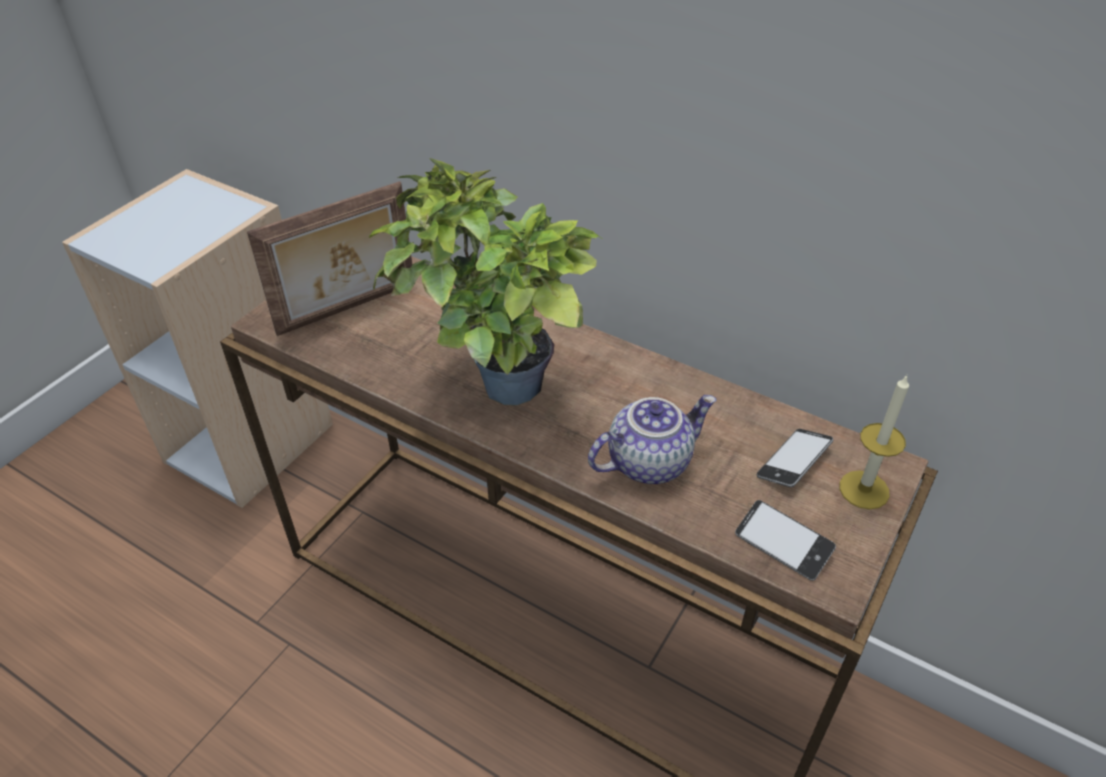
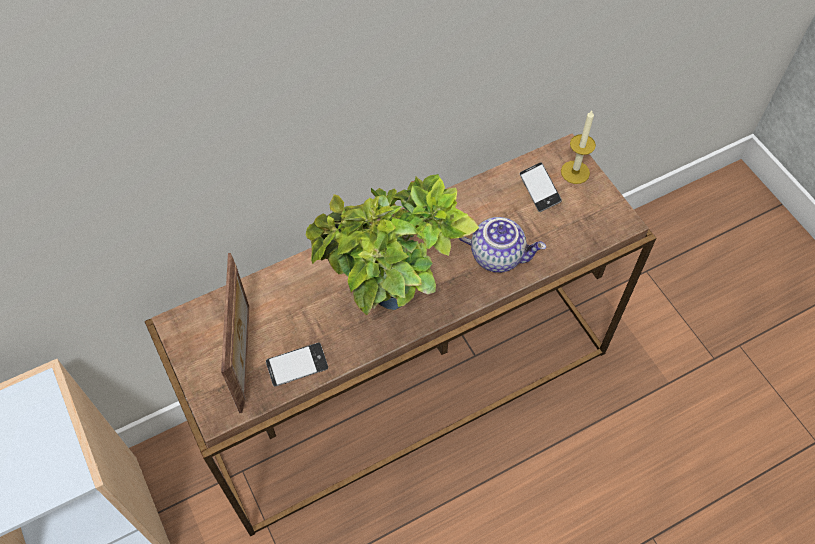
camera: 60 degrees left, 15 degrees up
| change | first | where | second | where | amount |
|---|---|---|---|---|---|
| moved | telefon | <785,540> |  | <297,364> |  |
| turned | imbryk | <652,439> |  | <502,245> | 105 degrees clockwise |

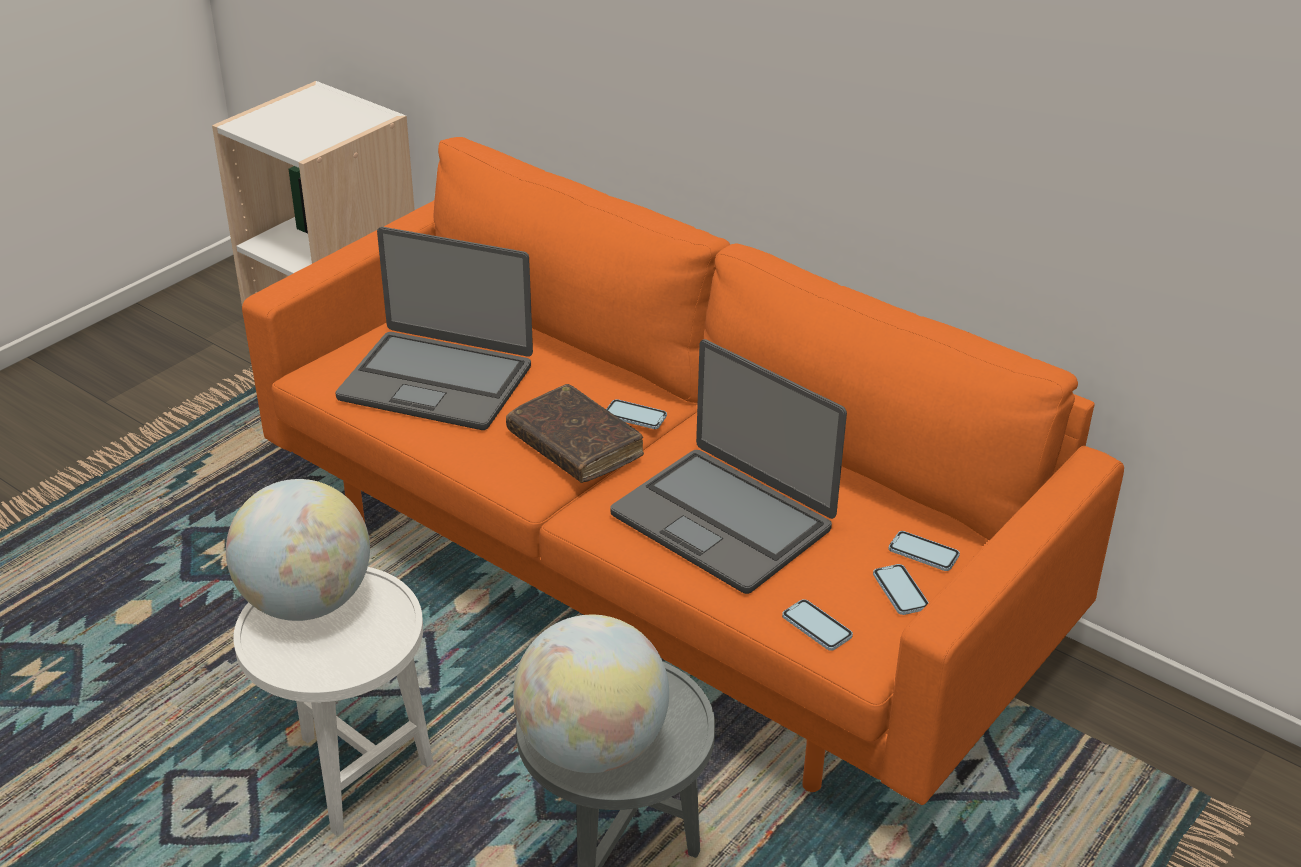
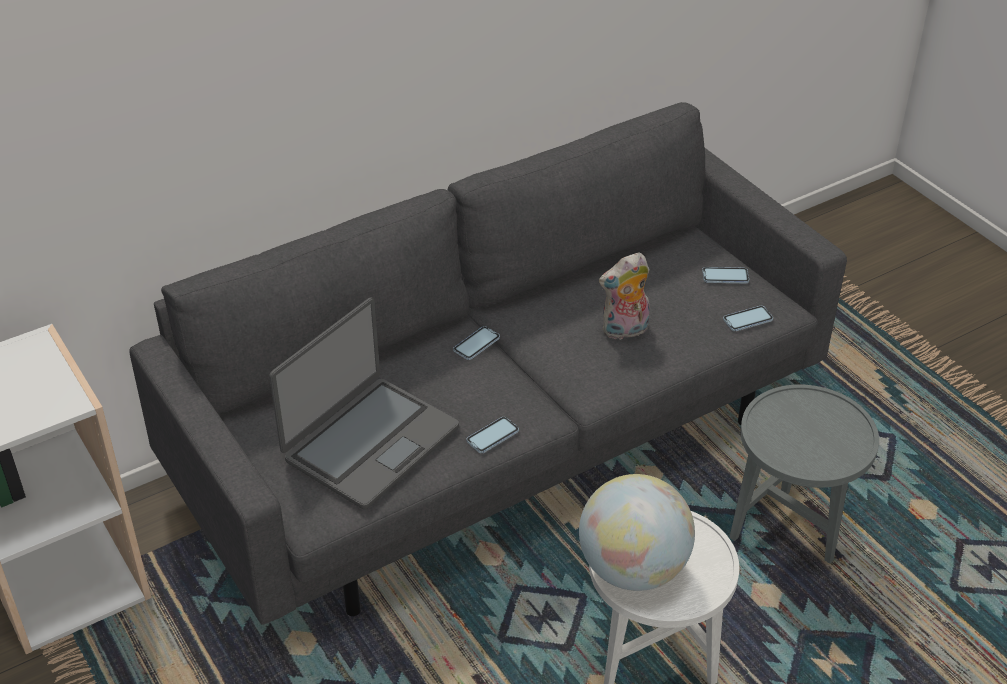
camera: 70 degrees left, 5 degrees up
| change | first | where | second | where | amount |
|---|---|---|---|---|---|
| recoloured | kanapa [pomarańczowy] | <683,471> | kanapa [szary] | <488,363> |  |
| moved | telefon | <924,551> |  | <492,435> |  |
| replaced | laptop | <729,466> | pluszak | <624,296> |  |
| removed | książka [brązowy] | <575,433> |  |  |  |
| removed | globus | <591,694> |  |  |  |

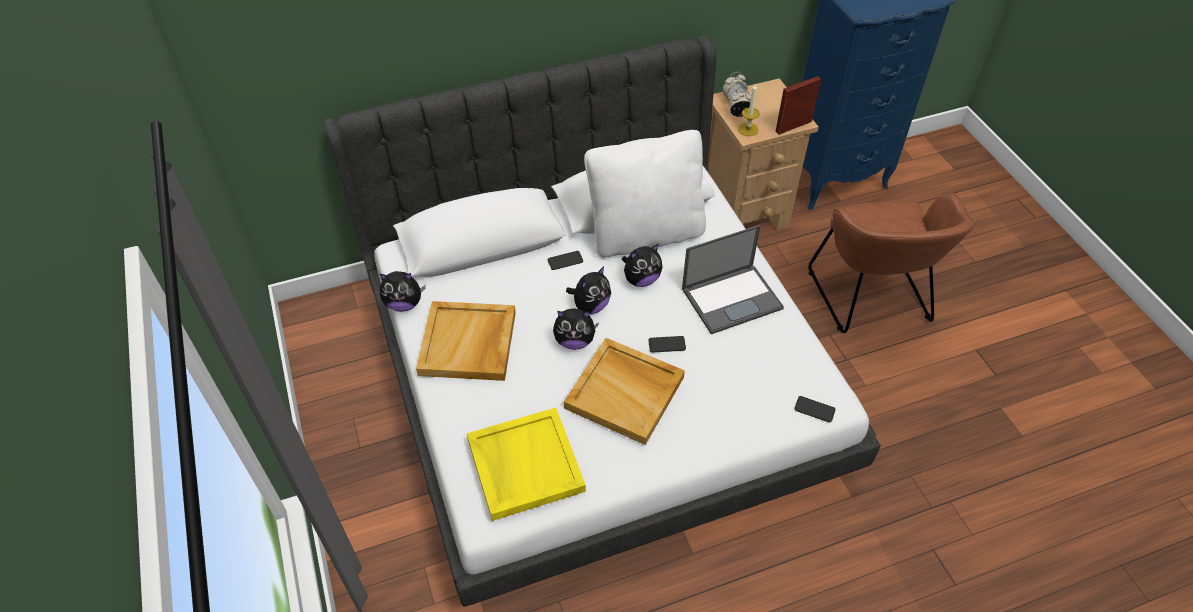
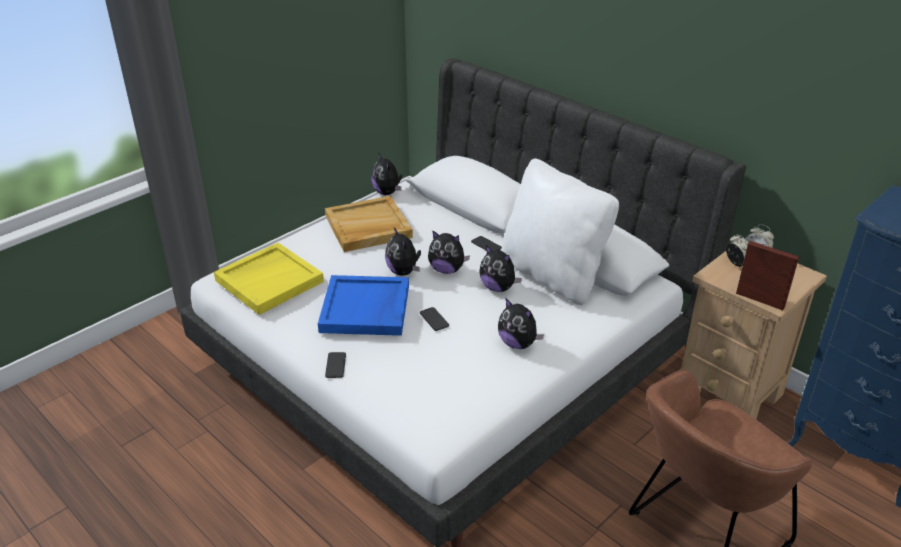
camera: 65 degrees right, 15 degrees down
| change | first | where | second | where | amount |
|---|---|---|---|---|---|
| recoloured | taca [beżowy] | <624,391> | taca [niebieski] | <363,305> |  |
| moved | telefon | <815,409> |  | <335,365> |  |
| replaced | laptop | <733,279> | pluszak | <521,324> |  |
| removed | świeca | <749,110> |  |  |  |

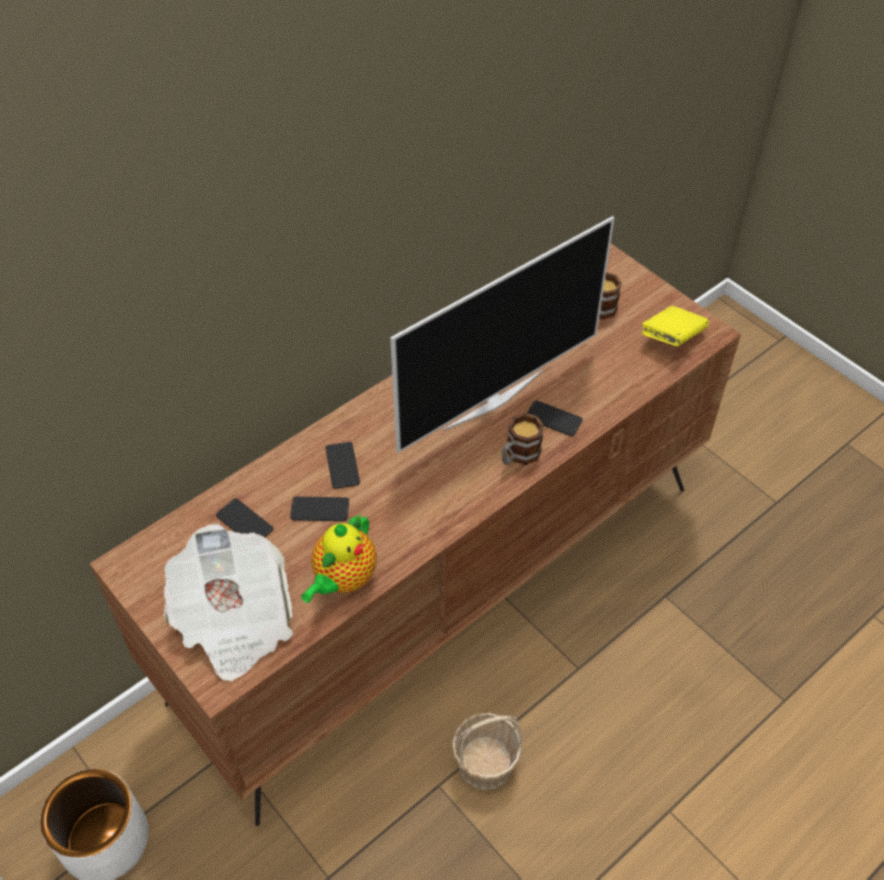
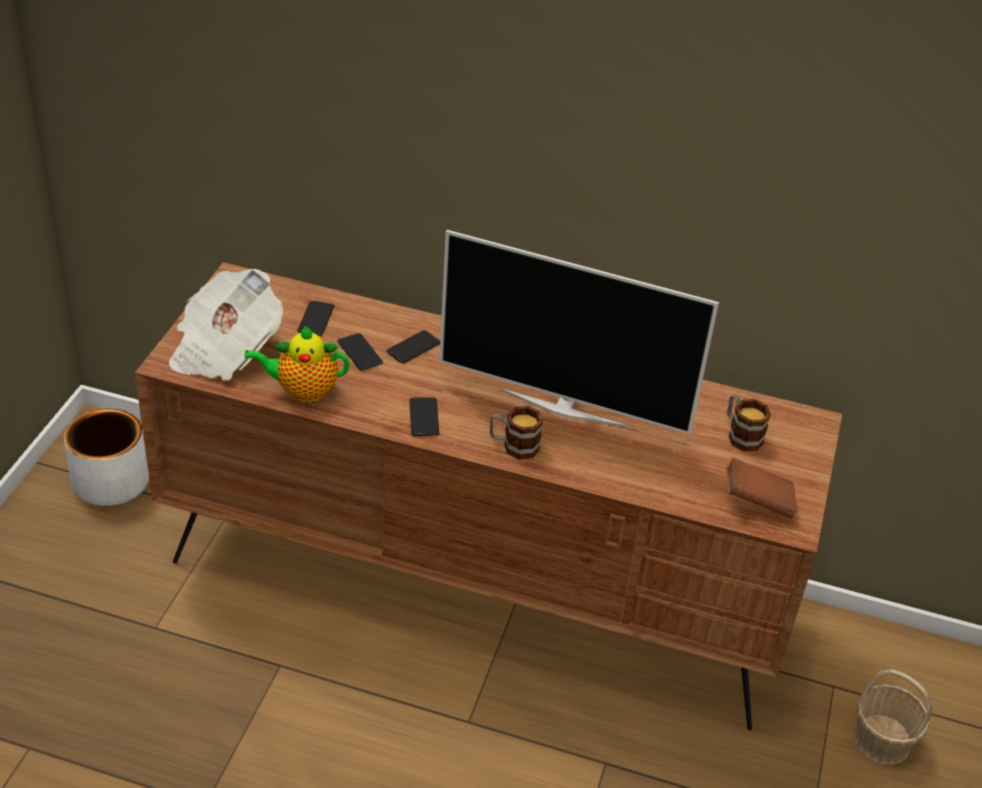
camera: 55 degrees right, 10 degrees down
| change | first | where | second | where | amount |
|---|---|---|---|---|---|
| moved | telefon | <555,418> |  | <424,416> |  |
| recoloured | książka [żółty] | <675,326> | książka [brązowy] | <761,487> |  |
| moved | koszyk | <487,751> |  | <893,717> |  |

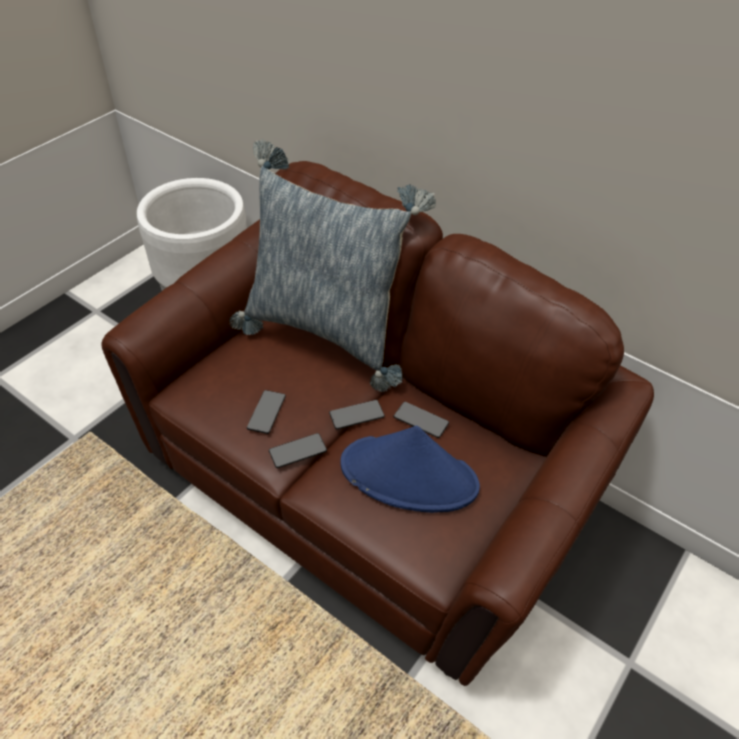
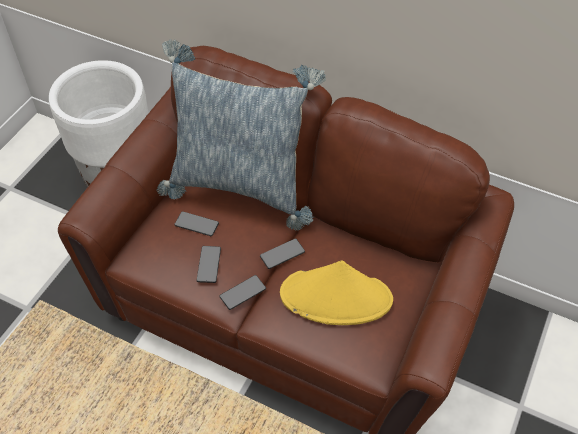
camera: 10 degrees left, 5 degrees up
| change | first | where | second | where | amount |
|---|---|---|---|---|---|
| moved | telefon | <421,420> |  | <196,223> |  |
| recoloured | kapelusz [niebieski] | <410,469> | kapelusz [żółty] | <336,292> |  |

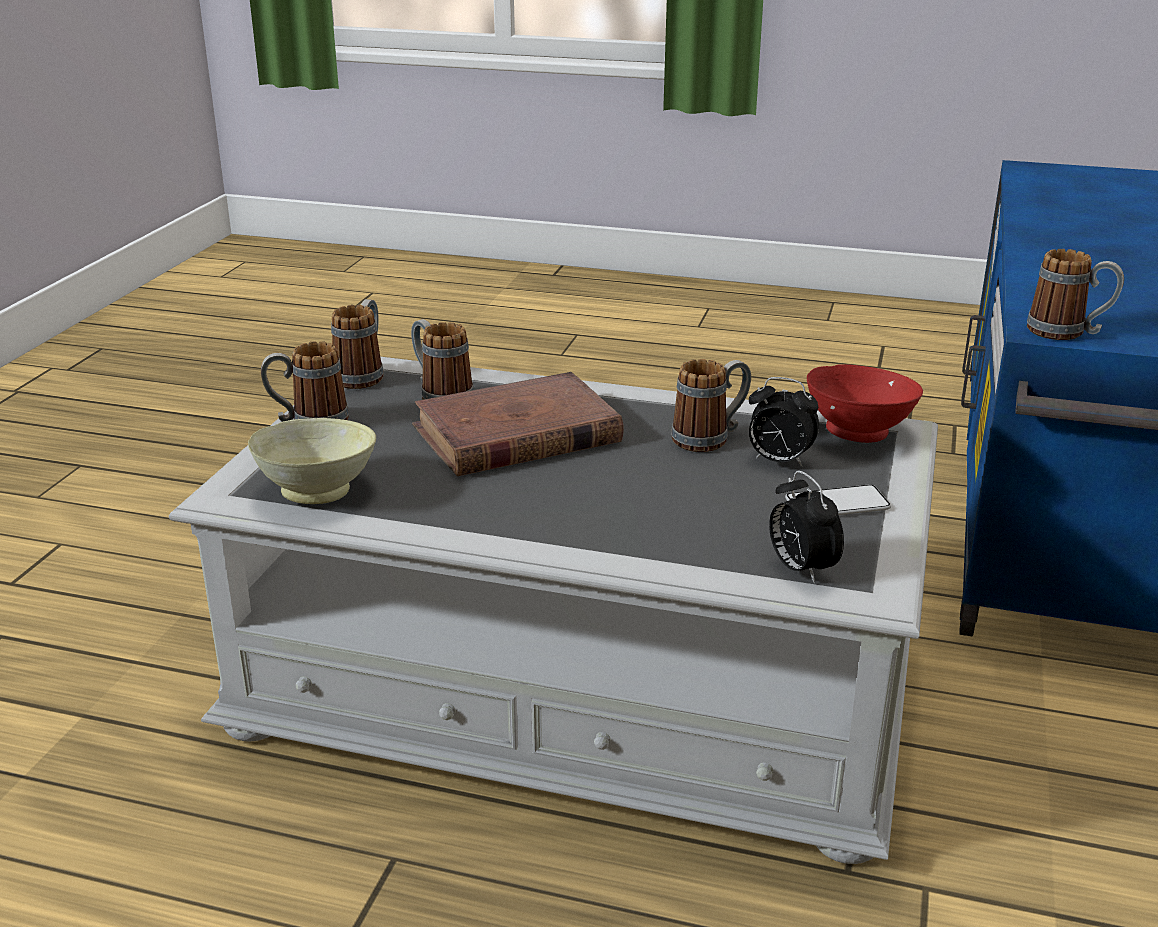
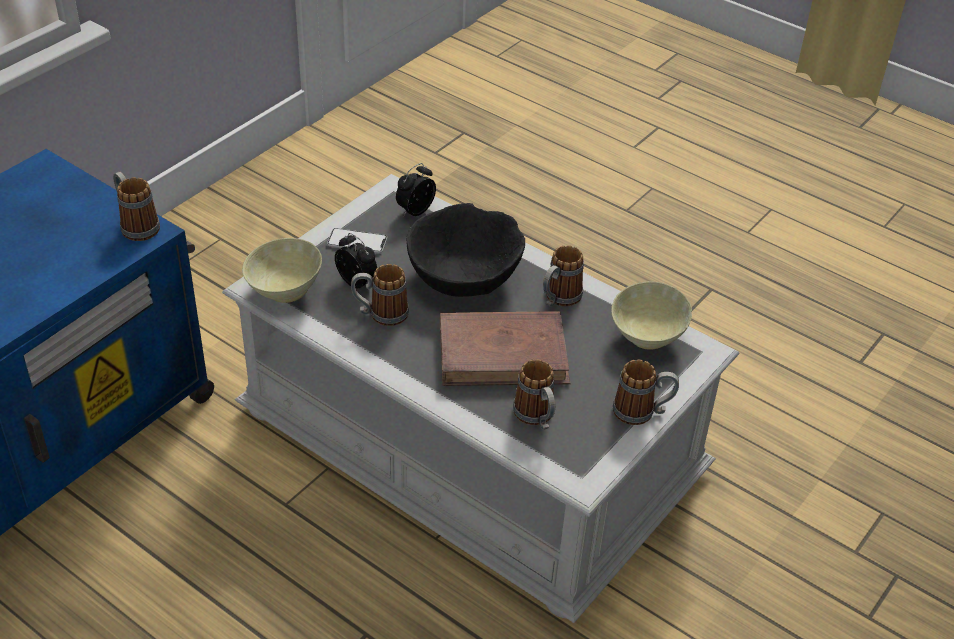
camera: 160 degrees left, 15 degrees up
| change | first | where | second | where | amount |
|---|---|---|---|---|---|
| recoloured | miska [czerwony] | <865,403> | miska [beżowy] | <282,270> |  |
| turned | budzik | <806,527> |  | <416,189> | 135 degrees counterclockwise |
| added |  |  | miska [czarny] | <465,250> |  |
| moved | kubek | <357,344> |  | <563,276> |  |

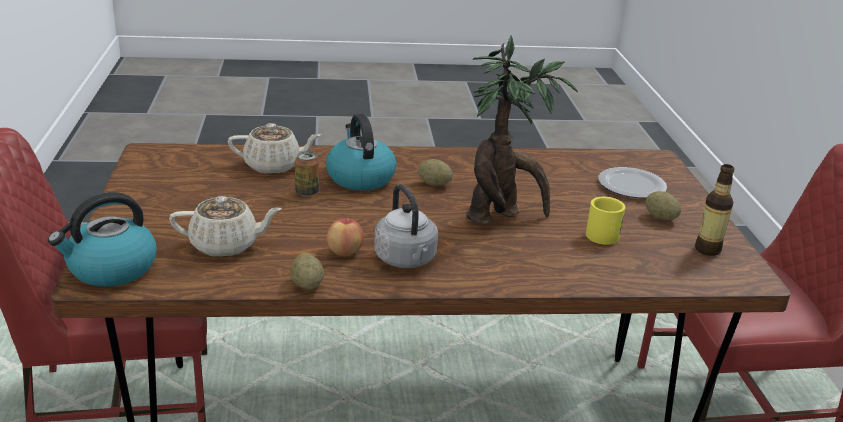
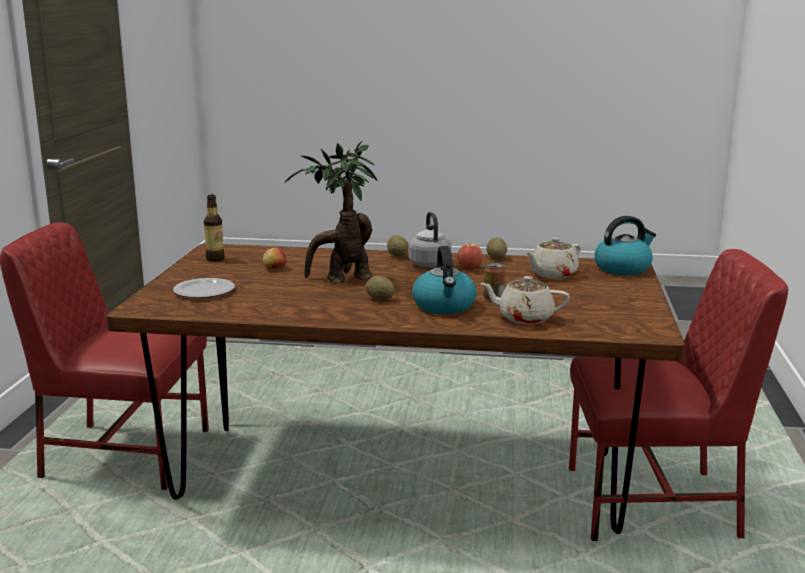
camera: 165 degrees left, 10 degrees down
| change | first | where | second | where | amount |
|---|---|---|---|---|---|
| replaced | kubek [żółty] | <606,221> | jabłko | <274,258> |  |
| moved | ziemniak | <663,205> |  | <398,246> |  |
| turned | imbryk [beżowy] | <225,226> |  | <553,258> | 45 degrees counterclockwise |

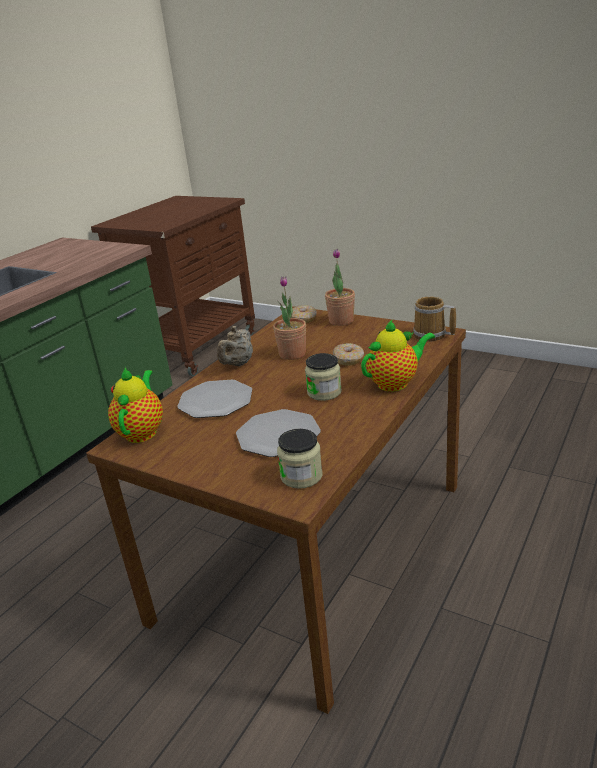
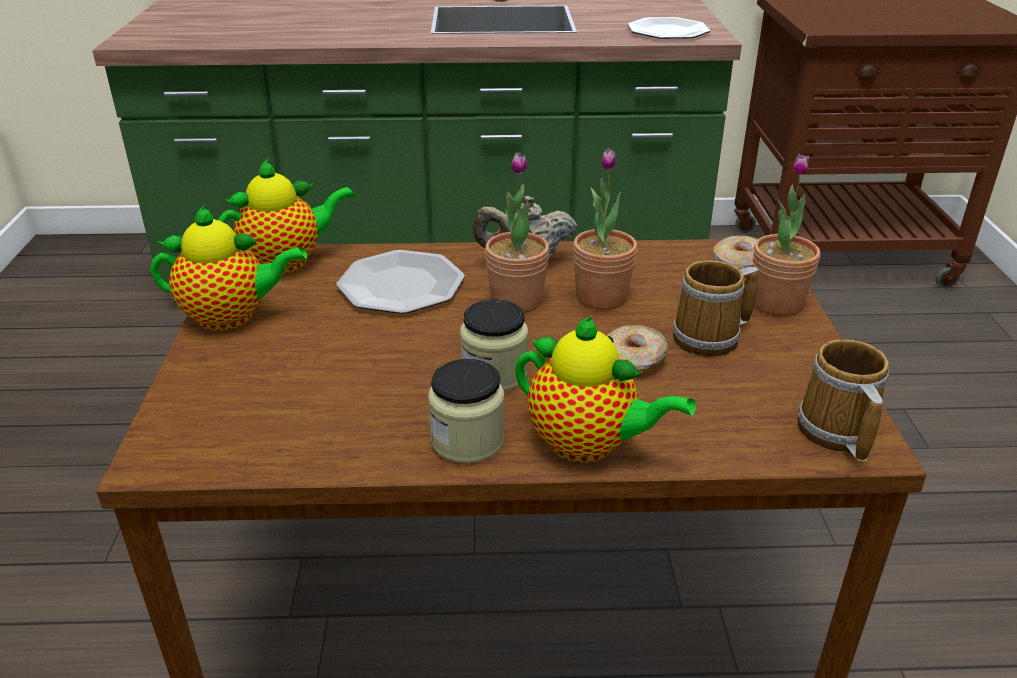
camera: 55 degrees right, 5 degrees up
| change | first | where | second | where | amount |
|---|---|---|---|---|---|
| added |  |  | imbryk | <229,268> |  |
| moved | słoik | <300,459> |  | <466,411> |  |
| added |  |  | roślina doniczkowa | <517,232> |  |
| moved | talerz | <278,433> |  | <669,28> |  |
| added |  |  | kubek | <715,308> |  |

